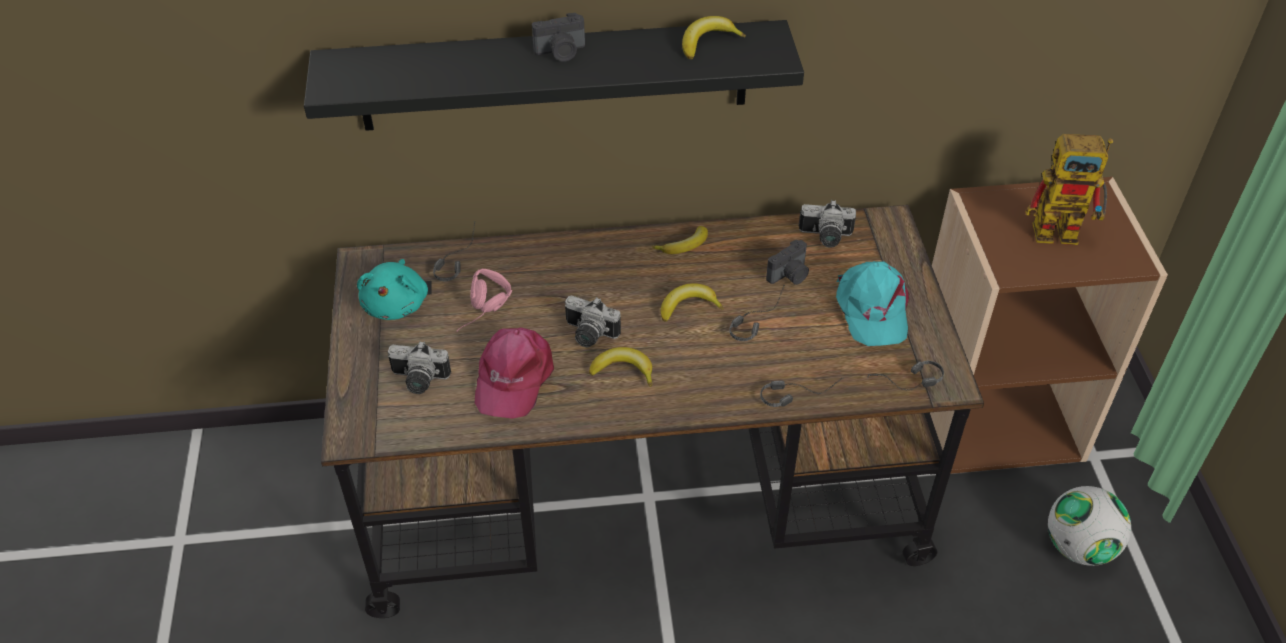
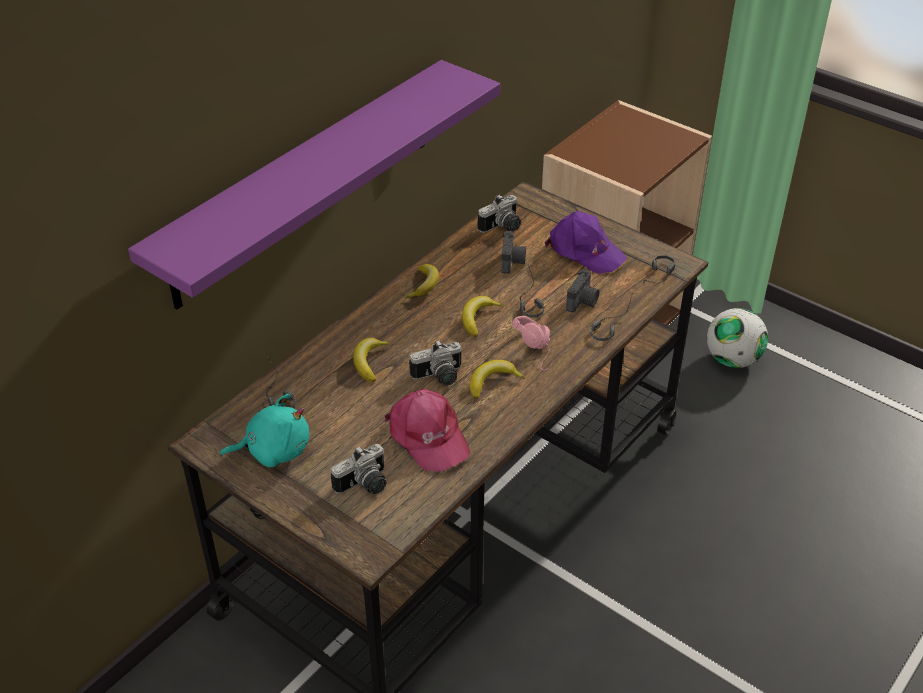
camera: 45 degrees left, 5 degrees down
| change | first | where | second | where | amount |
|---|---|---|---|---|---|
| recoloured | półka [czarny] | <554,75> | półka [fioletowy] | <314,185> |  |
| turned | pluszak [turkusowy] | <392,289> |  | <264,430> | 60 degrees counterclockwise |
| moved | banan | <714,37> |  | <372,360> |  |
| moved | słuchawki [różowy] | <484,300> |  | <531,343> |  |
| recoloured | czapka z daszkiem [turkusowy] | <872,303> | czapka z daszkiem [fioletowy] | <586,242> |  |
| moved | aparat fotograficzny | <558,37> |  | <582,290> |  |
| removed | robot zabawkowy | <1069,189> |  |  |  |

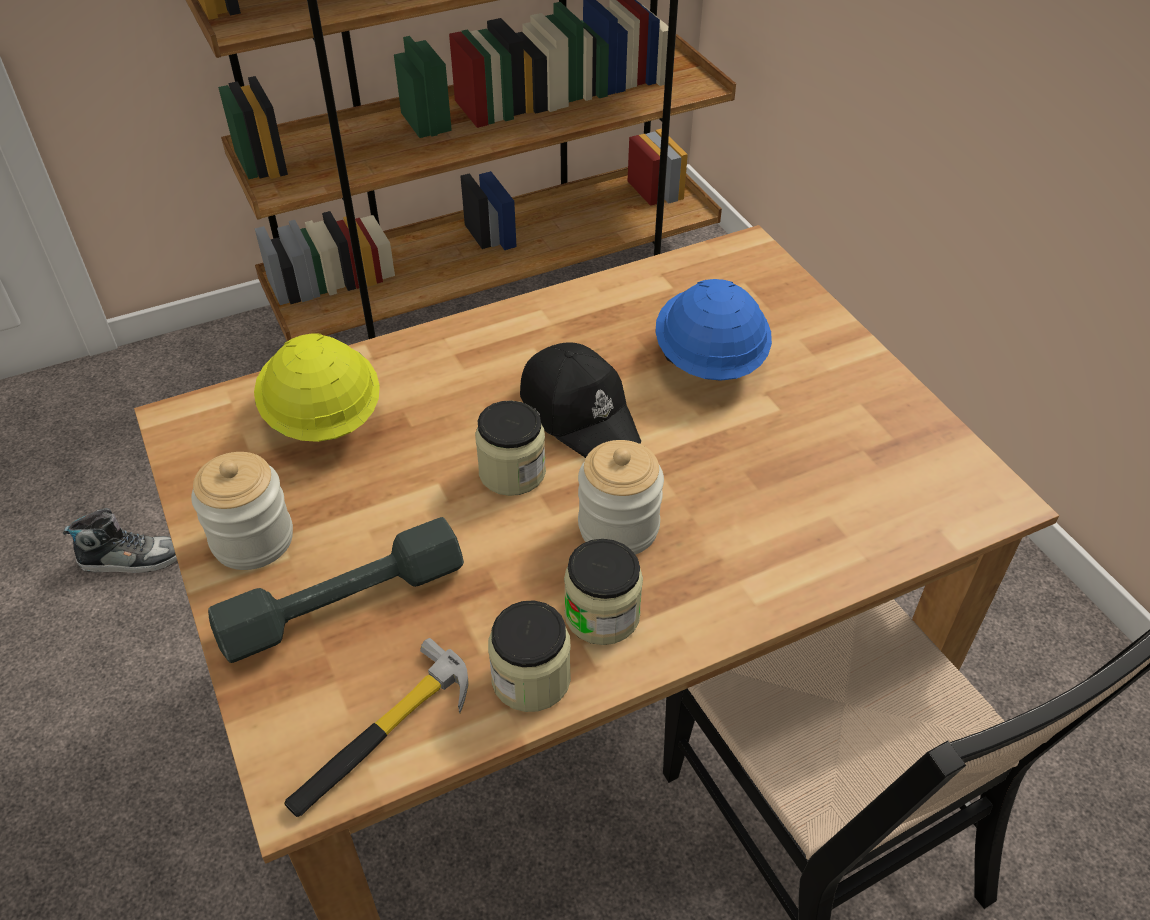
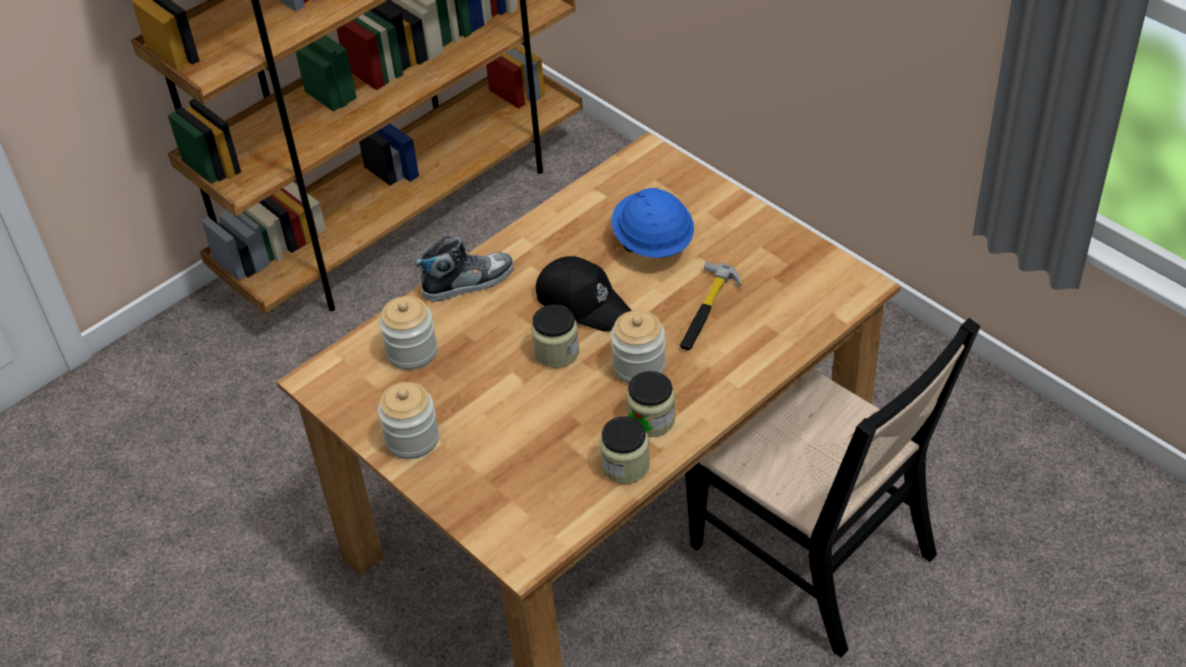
camera: 15 degrees left, 0 degrees up
| change | first | where | second | where | amount |
|---|---|---|---|---|---|
| replaced | kask [żółty] | <317,388> | słoik | <408,333> |  |
| moved | but | <120,540> |  | <464,268> |  |
| moved | młotek | <376,727> |  | <710,306> |  |
| removed | hantel [szary] | <336,590> |  |  |  |

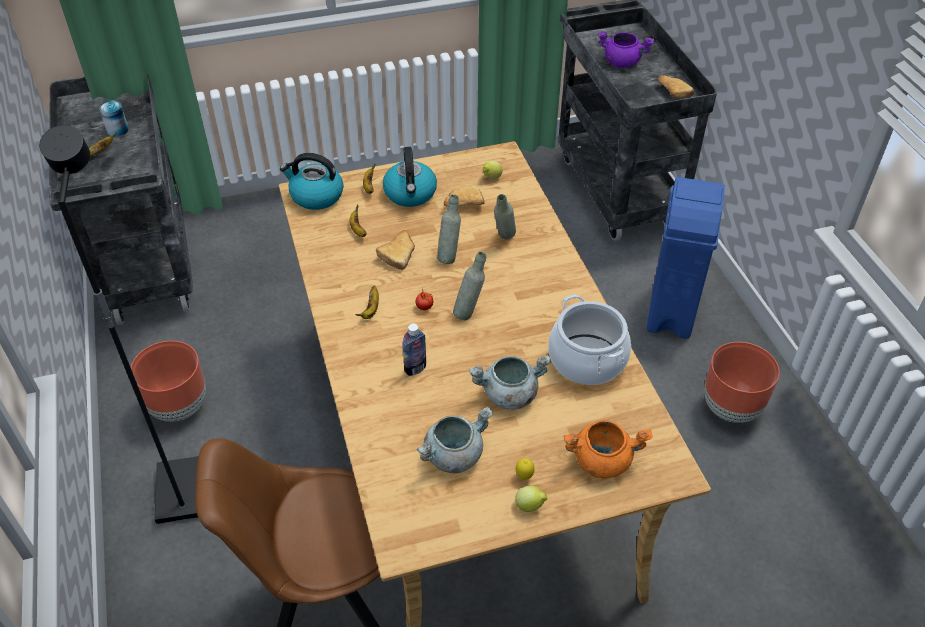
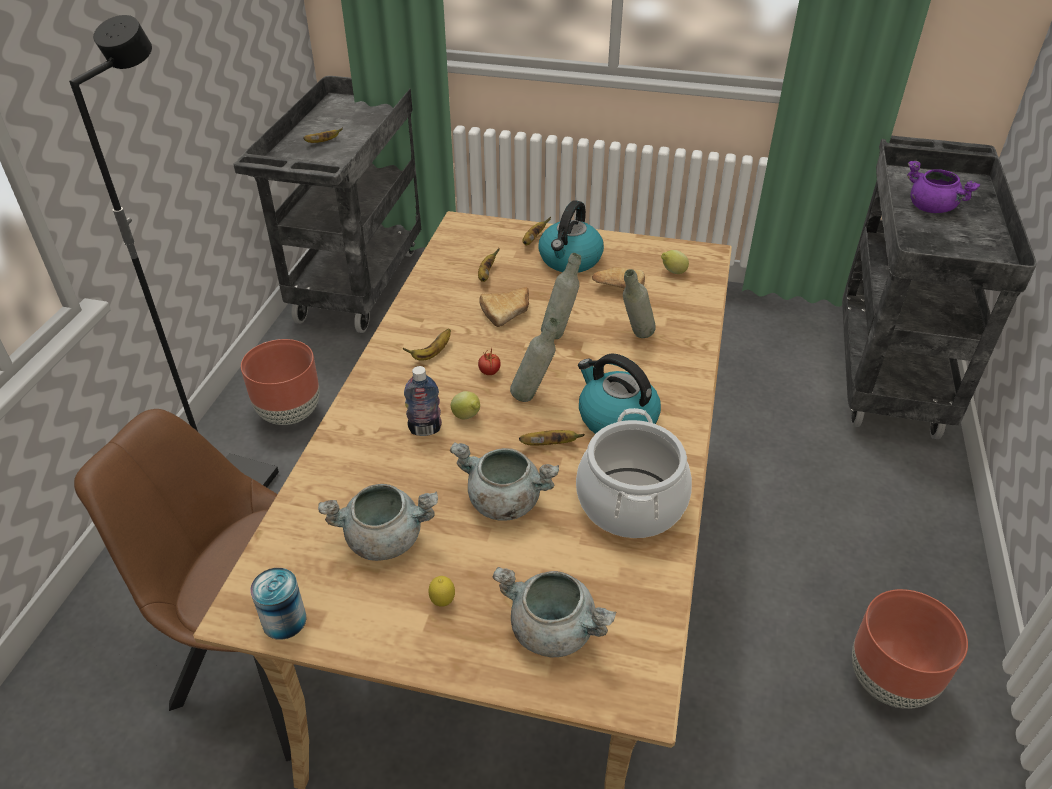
camera: 30 degrees right, 5 degrees down
| change | first | where | second | where | amount |
|---|---|---|---|---|---|
| moved | puszka | <114,119> |  | <278,604> |  |
| moved | cytryna | <531,499> |  | <465,405> |  |
| recoloured | garnek [pomarańczowy] | <608,449> | garnek [szary] | <554,612> |  |
| added |  |  | banan | <552,437> |  |
| moved | czajnik | <311,181> |  | <619,393> |  |
| removed | kosz na śmieci [niebieski] | <686,258> |  |  |  |
| removed | chleb | <676,87> |  |  |  |

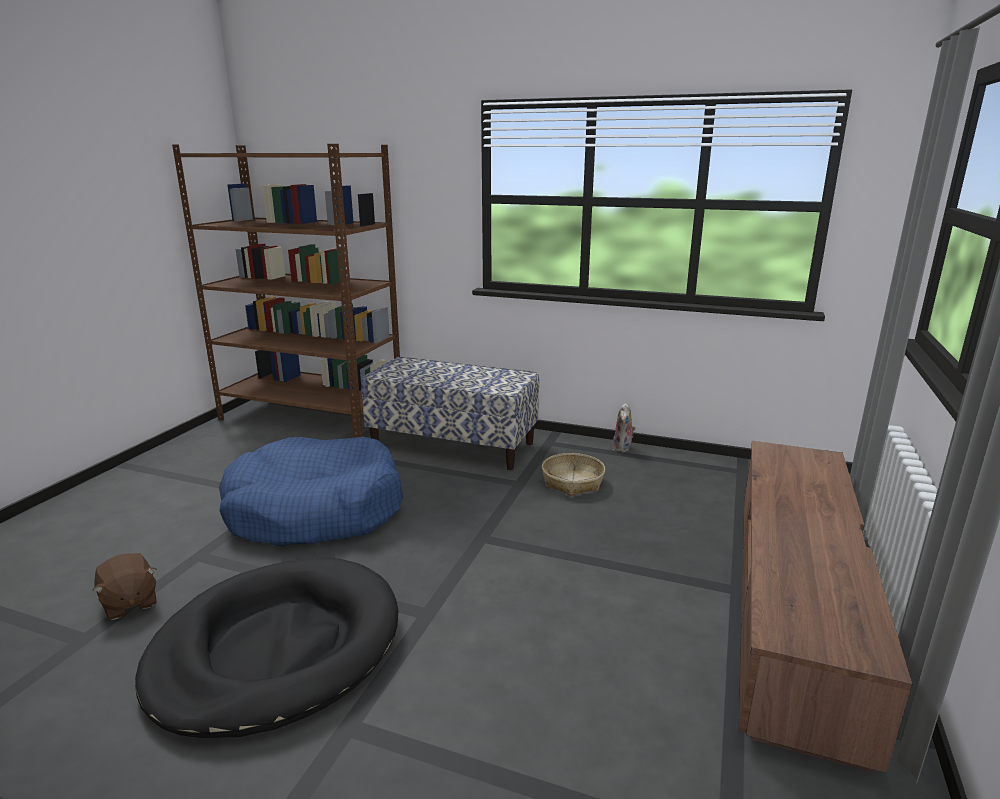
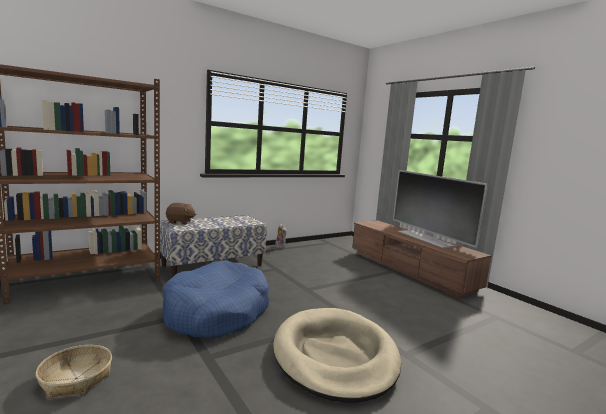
camera: 55 degrees left, 10 degrees down
| change | first | where | second | where | amount |
|---|---|---|---|---|---|
| moved | koszyk | <573,474> |  | <74,371> |  |
| moved | pluszak [brązowy] | <124,586> |  | <181,213> |  |
| recoloured | legowisko [czarny] | <266,648> | legowisko [beżowy] | <337,355> |  |
| added |  |  | telewizor | <440,209> |  |

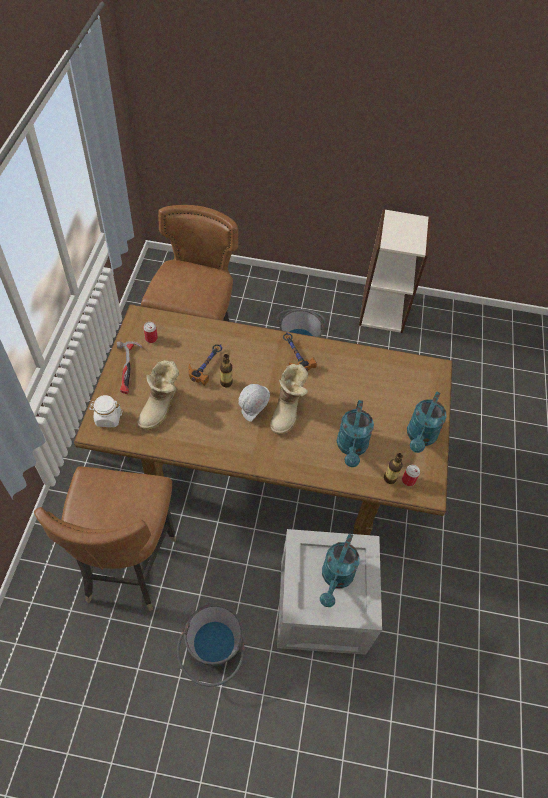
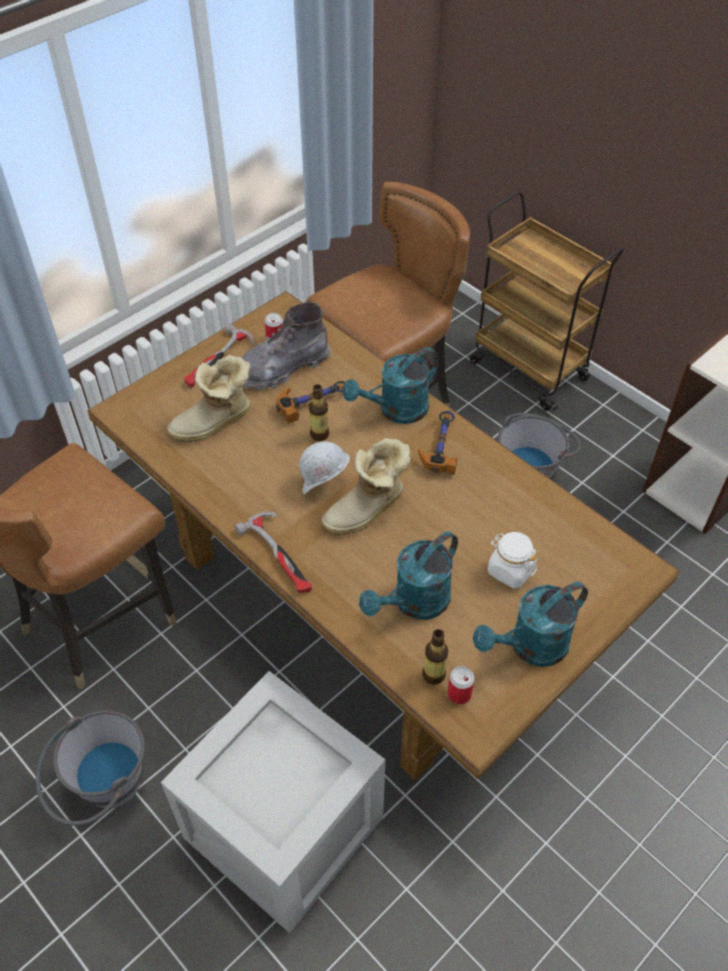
camera: 40 degrees right, 5 degrees down
| change | first | where | second | where | amount |
|---|---|---|---|---|---|
| added |  |  | młotek | <273,552> |  |
| added |  |  | but z cholewką [szary] | <286,346> |  |
| moved | konewka [turkusowy] | <340,570> |  | <390,385> |  |
| added |  |  | wózek [brązowy] | <547,301> |  |
| moved | słoik [biały] | <105,411> |  | <513,560> |  |

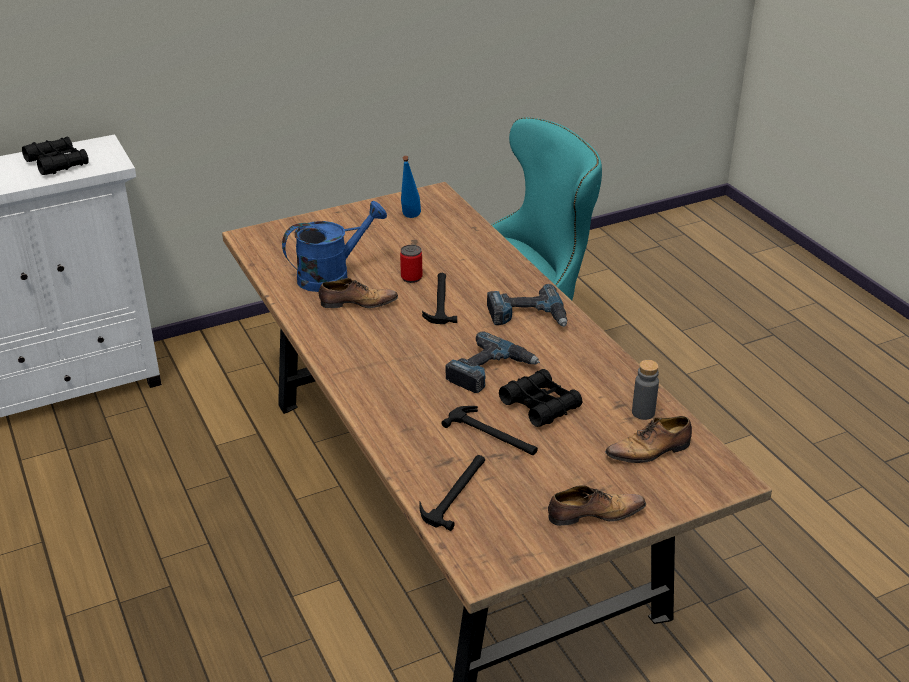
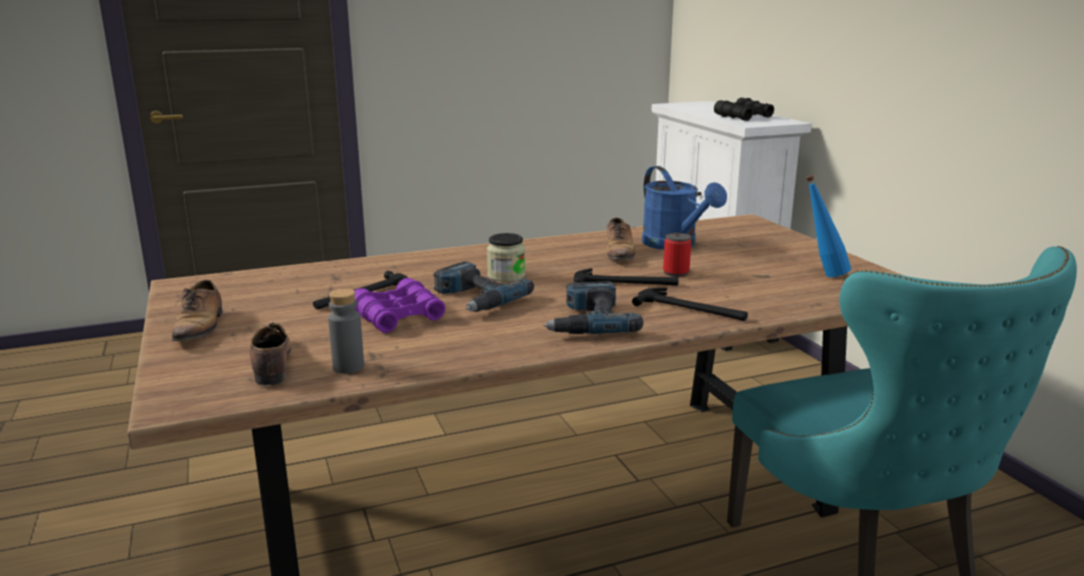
camera: 95 degrees right, 15 degrees down
| change | first | where | second | where | amount |
|---|---|---|---|---|---|
| recoloured | lornetka [czarny] | <540,398> | lornetka [fioletowy] | <400,305> |  |
| added |  |  | słoik | <506,257> |  |
| moved | młotek | <452,493> |  | <690,304> |  |

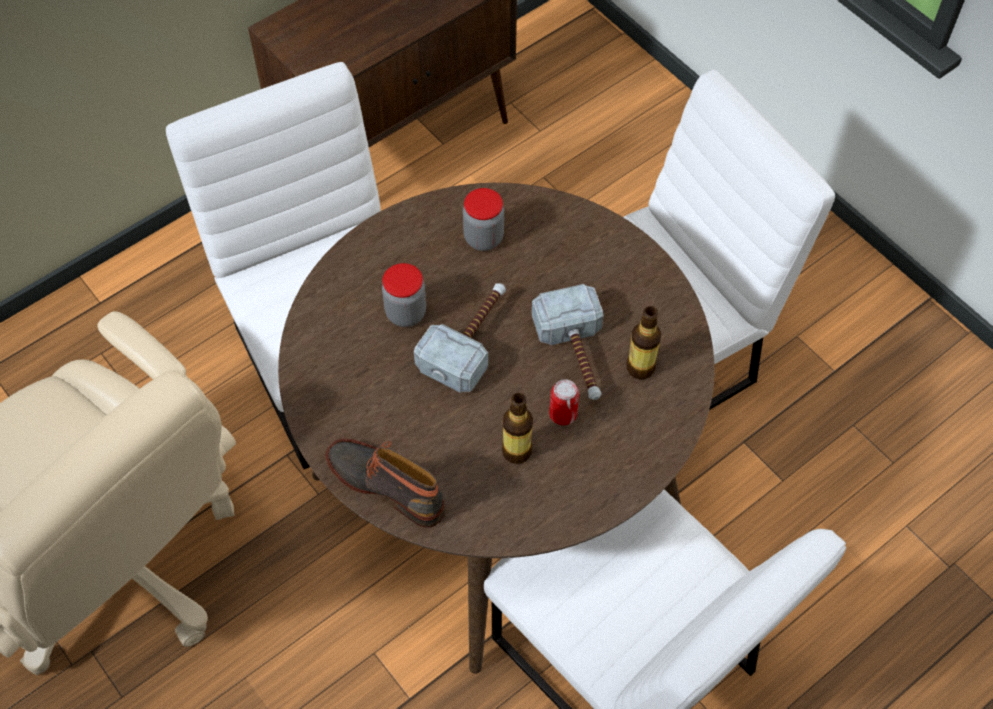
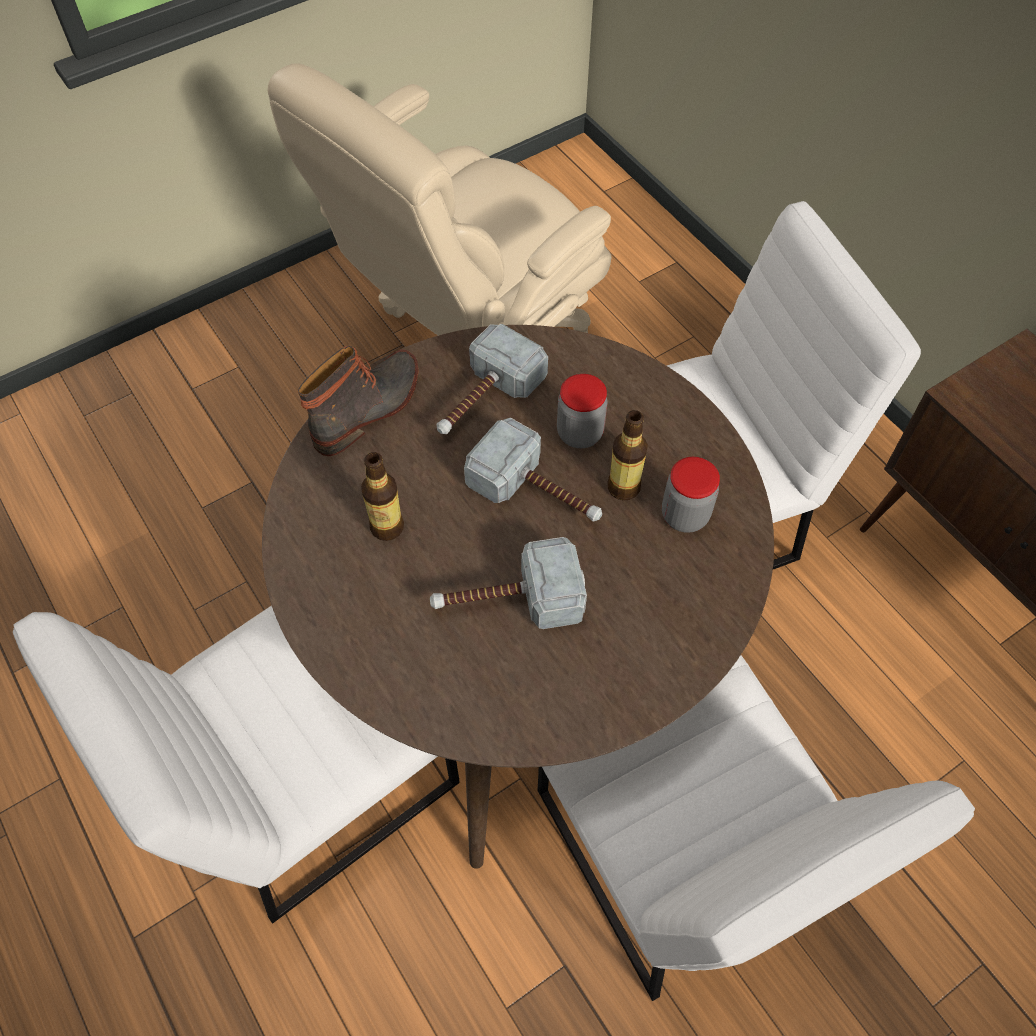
camera: 95 degrees right, 0 degrees up
| change | first | where | second | where | amount |
|---|---|---|---|---|---|
| added |  |  | młotek | <492,379> |  |
| moved | butelka | <643,343> |  | <627,455> |  |
| removed | puszka | <564,402> |  |  |  |

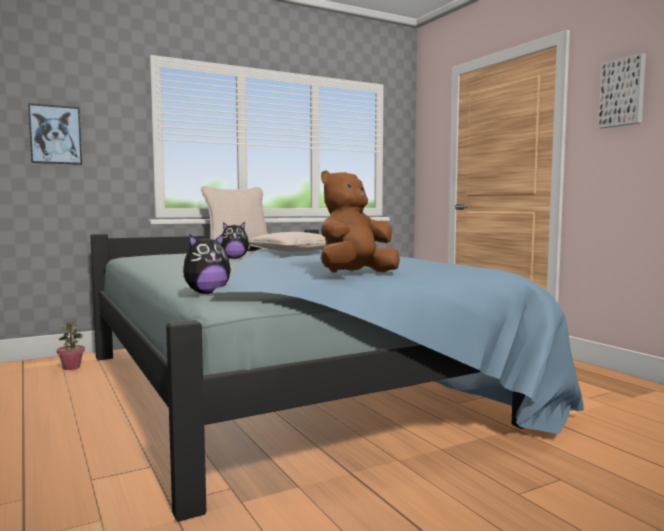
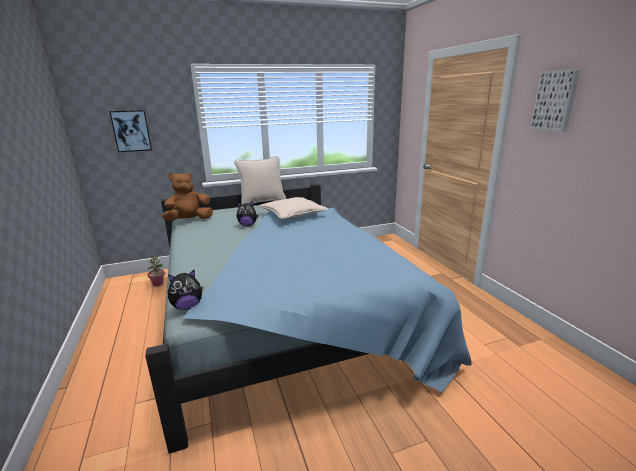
camera: 10 degrees right, 15 degrees up
| change | first | where | second | where | amount |
|---|---|---|---|---|---|
| moved | pluszak [brązowy] | <360,222> |  | <187,196> |  |

